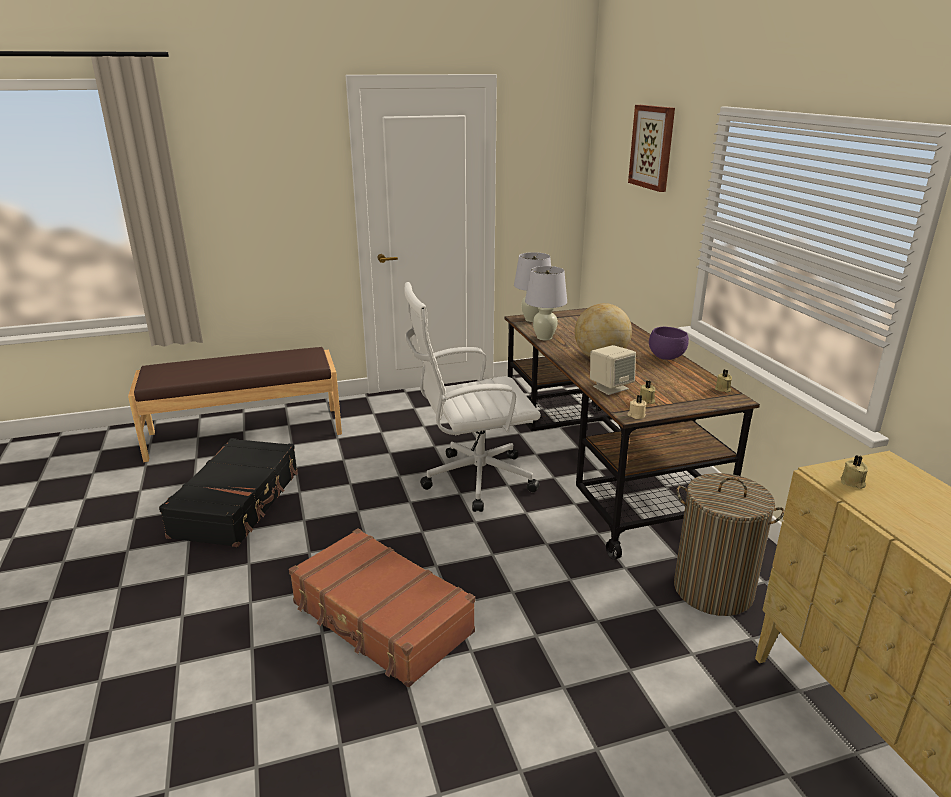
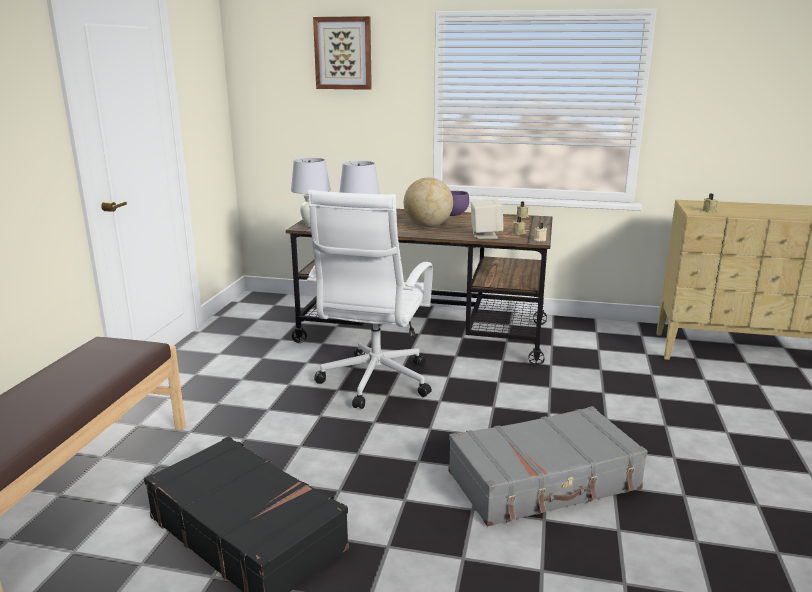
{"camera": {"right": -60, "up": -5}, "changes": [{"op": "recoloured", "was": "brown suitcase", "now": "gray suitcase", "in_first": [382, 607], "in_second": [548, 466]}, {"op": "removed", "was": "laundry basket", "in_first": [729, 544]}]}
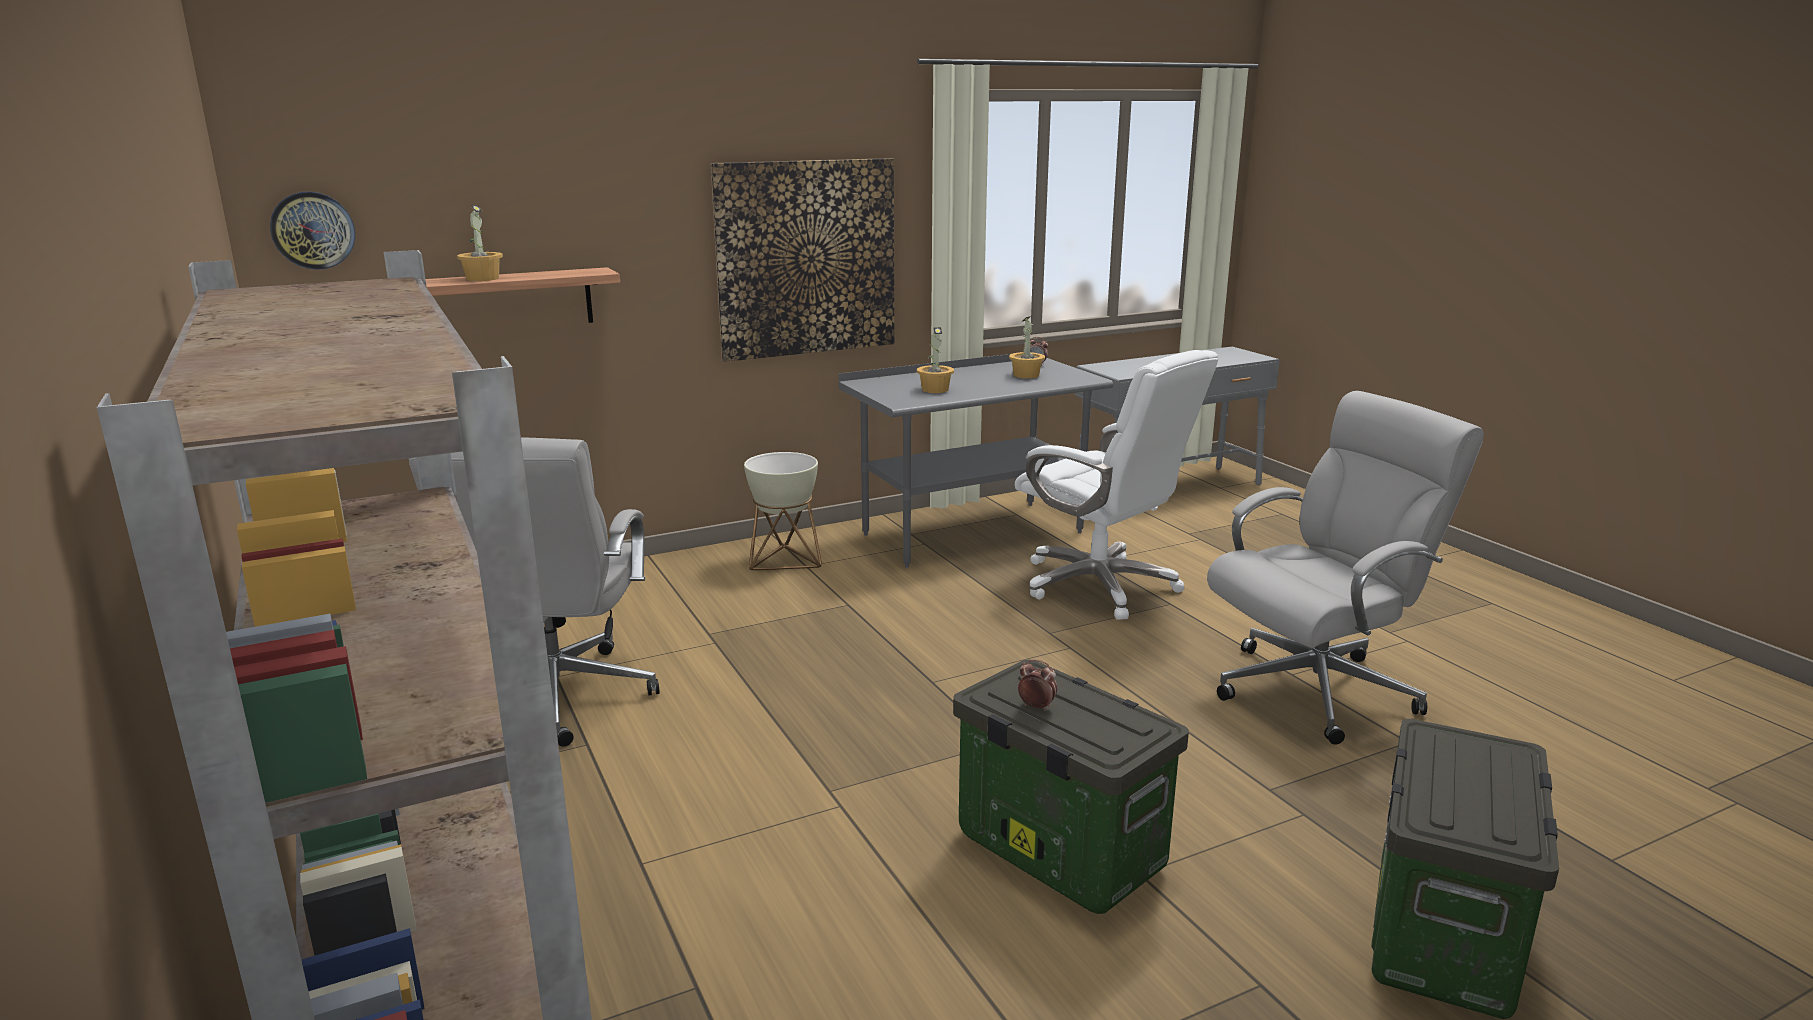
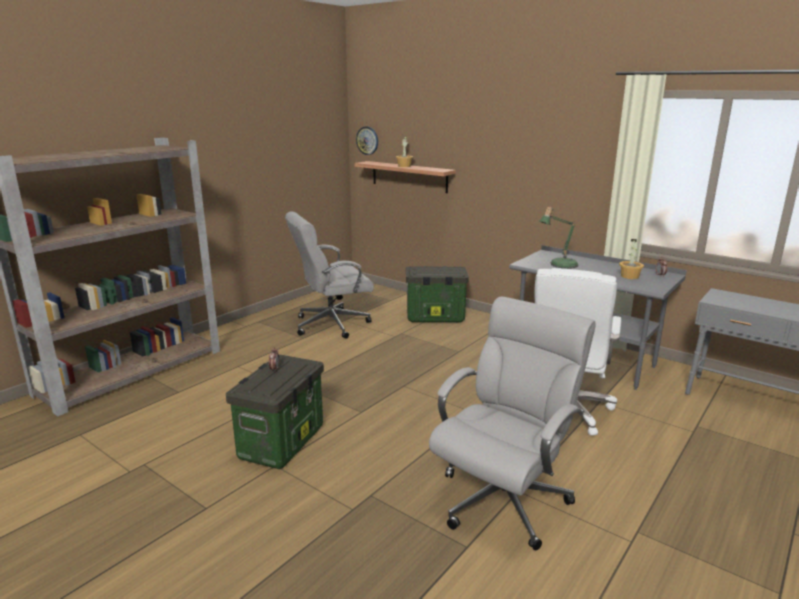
{"camera": {"right": 65, "up": 0}, "changes": [{"op": "removed", "was": "wall picture", "in_first": [802, 260]}, {"op": "removed", "was": "flower pot", "in_first": [783, 511]}, {"op": "replaced", "was": "plant in a pot", "now": "table lamp", "in_first": [935, 360], "in_second": [558, 238]}, {"op": "turned", "was": "gray computer chair", "in_first": [1345, 568], "in_second": [512, 423], "clockwise": -90}, {"op": "moved", "was": "storage box", "in_first": [1465, 869], "in_second": [437, 294]}]}
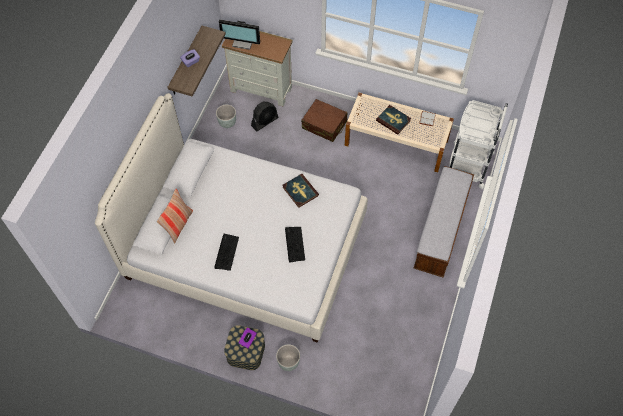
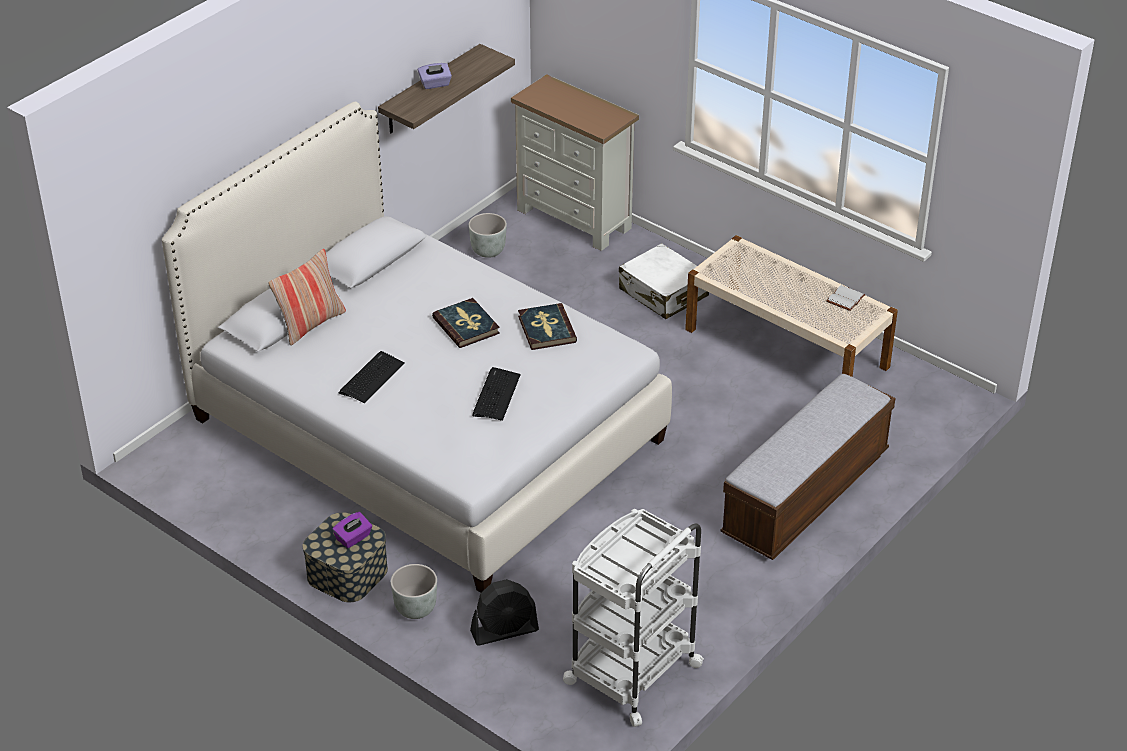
{"camera": {"right": 20, "up": -20}, "changes": [{"op": "removed", "was": "computer screen", "in_first": [239, 34]}, {"op": "moved", "was": "black electric fan", "in_first": [264, 116], "in_second": [504, 612]}, {"op": "recoloured", "was": "brown suitcase", "now": "whitish suitcase", "in_first": [324, 120], "in_second": [664, 281]}, {"op": "moved", "was": "volume", "in_first": [393, 120], "in_second": [466, 323]}, {"op": "moved", "was": "whitish trolley", "in_first": [478, 144], "in_second": [633, 618]}]}
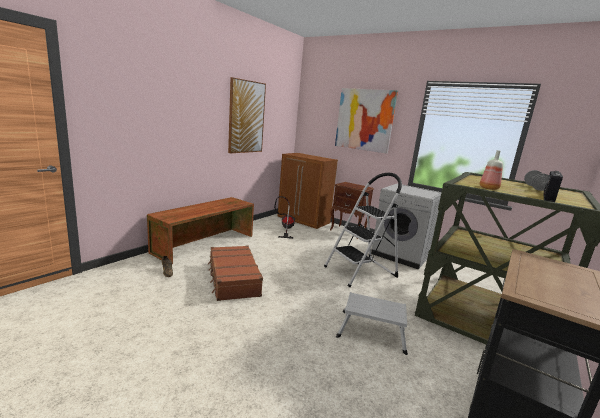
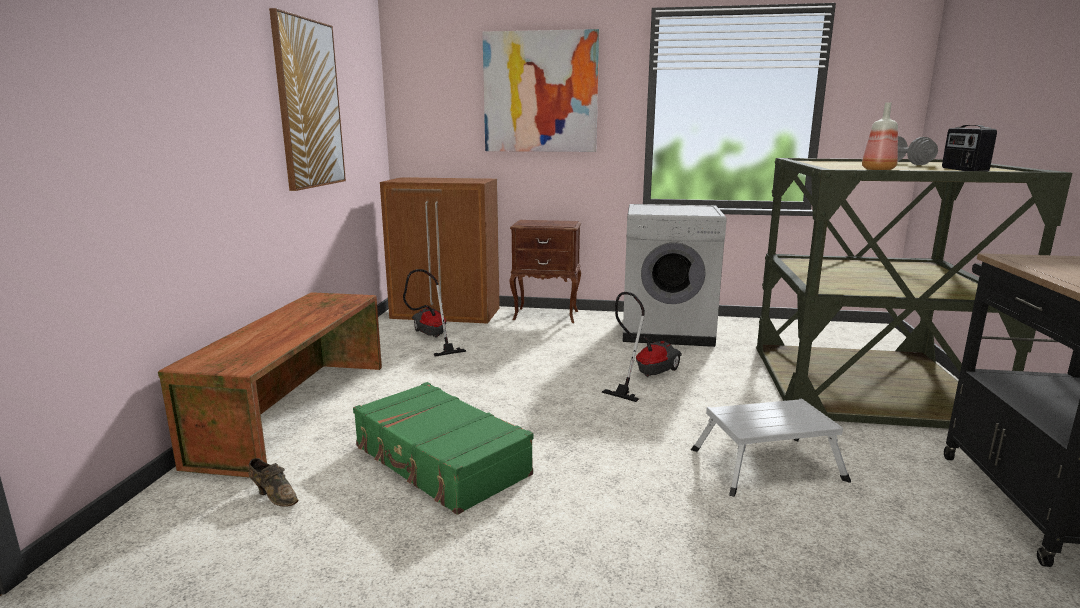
{"camera": {"right": -25, "up": 0}, "changes": [{"op": "recoloured", "was": "brown suitcase", "now": "greenish suitcase", "in_first": [235, 273], "in_second": [443, 448]}, {"op": "replaced", "was": "step ladder", "now": "vacuum cleaner", "in_first": [363, 230], "in_second": [641, 347]}]}
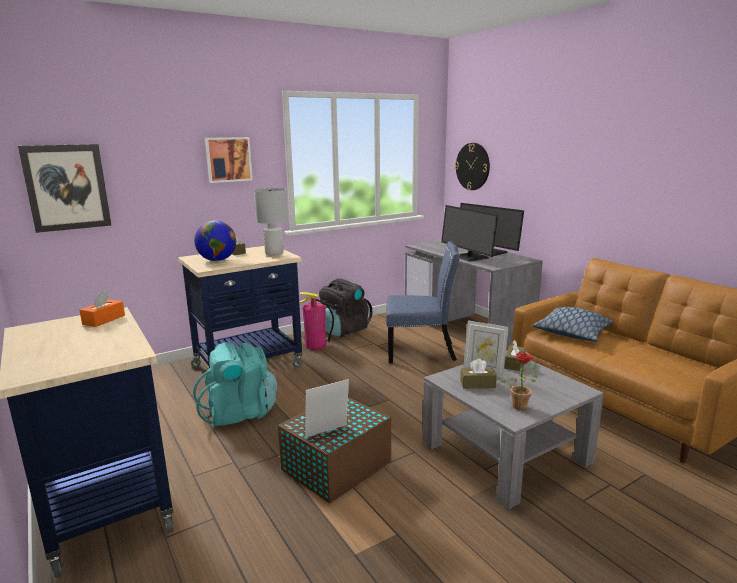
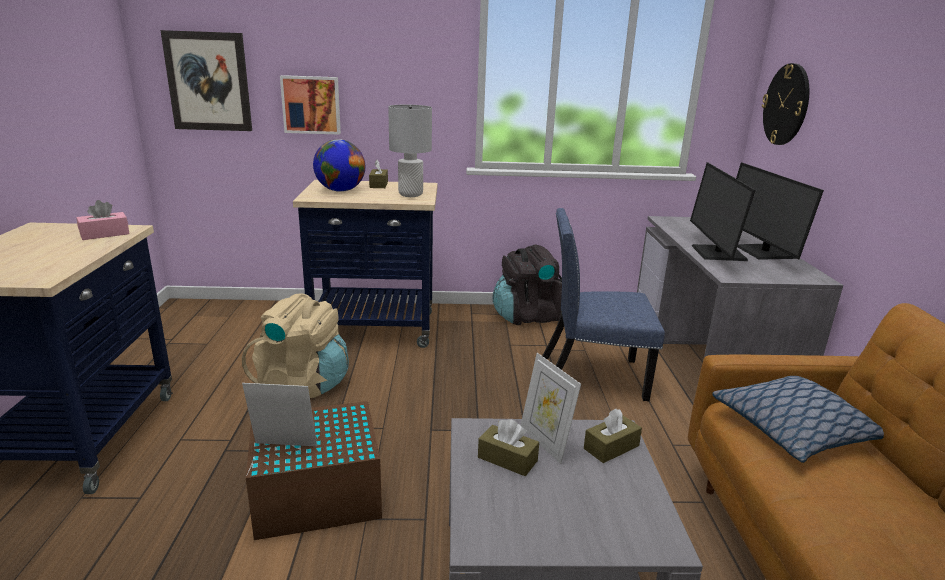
{"camera": {"right": 30, "up": 5}, "changes": [{"op": "recoloured", "was": "orange box of tissues", "now": "pinkish box of tissues", "in_first": [102, 309], "in_second": [103, 220]}, {"op": "recoloured", "was": "blue-green backpack", "now": "sand-coloured backpack", "in_first": [235, 385], "in_second": [295, 345]}, {"op": "moved", "was": "wall picture", "in_first": [229, 160], "in_second": [310, 105]}, {"op": "removed", "was": "fire extinguisher", "in_first": [316, 321]}, {"op": "turned", "was": "blue chair", "in_first": [423, 302], "in_second": [603, 304], "clockwise": 150}, {"op": "removed", "was": "plant in a pot", "in_first": [518, 381]}]}
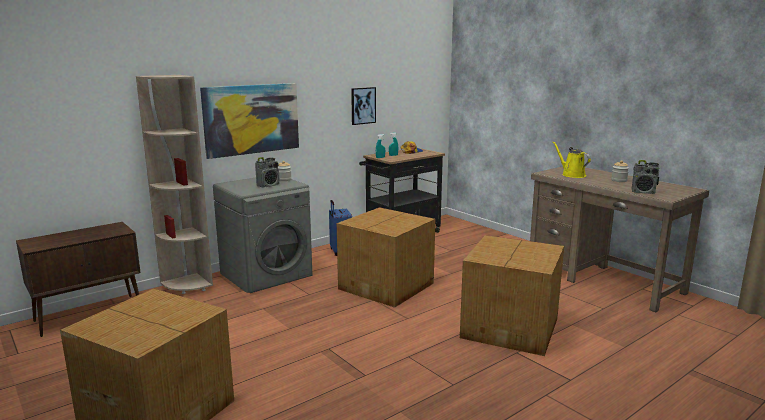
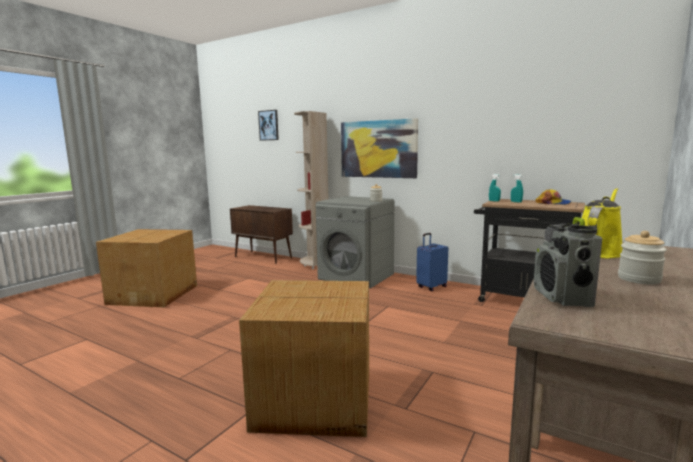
{"camera": {"right": 70, "up": -5}, "changes": [{"op": "removed", "was": "radio", "in_first": [267, 172]}, {"op": "removed", "was": "packing box", "in_first": [386, 257]}, {"op": "moved", "was": "wall picture", "in_first": [363, 106], "in_second": [268, 125]}]}
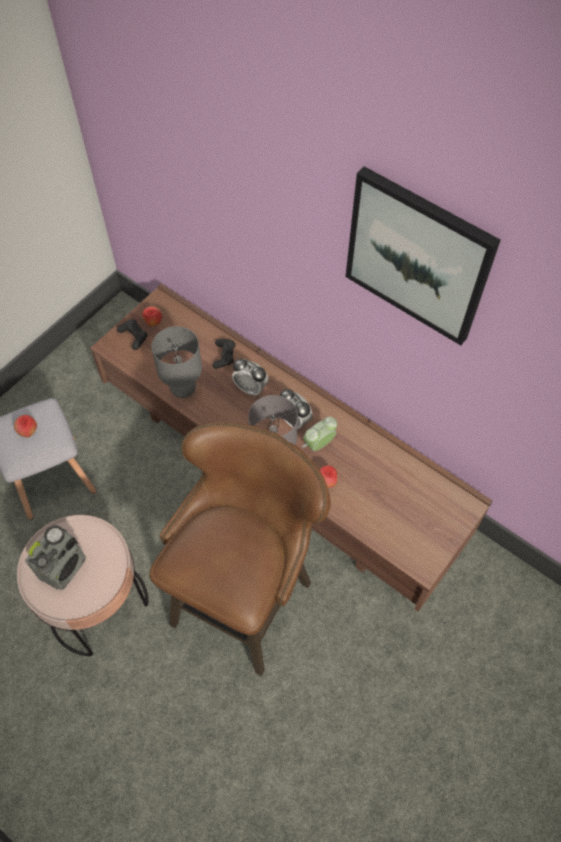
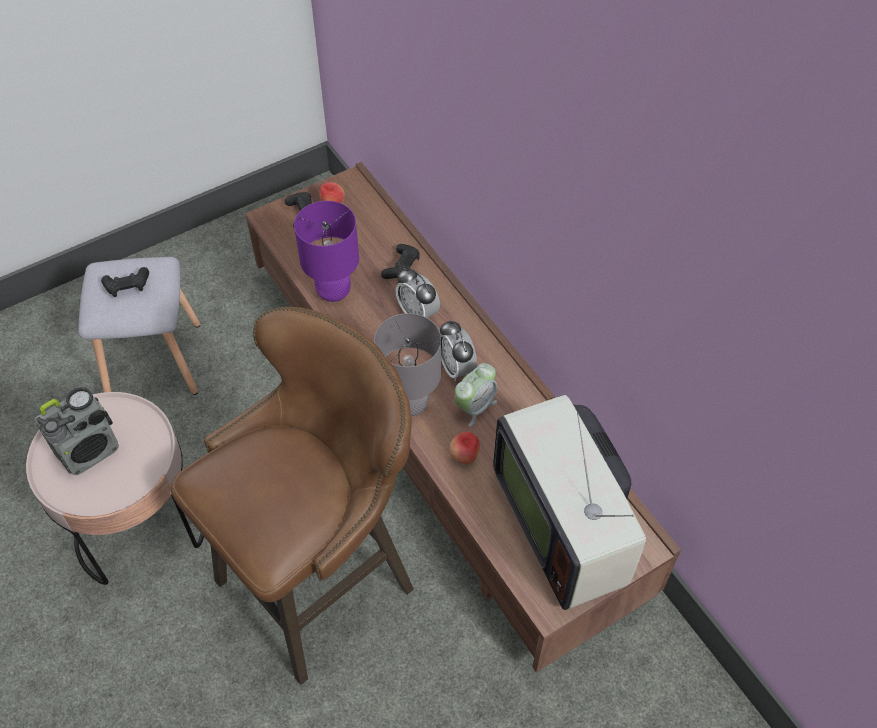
{"camera": {"right": 20, "up": -5}, "changes": [{"op": "replaced", "was": "whole apple", "now": "black joypad", "in_first": [25, 426], "in_second": [125, 282]}, {"op": "recoloured", "was": "gray table lamp", "now": "purple table lamp", "in_first": [177, 362], "in_second": [326, 251]}, {"op": "turned", "was": "bedside clock", "in_first": [319, 434], "in_second": [475, 394], "clockwise": 150}, {"op": "removed", "was": "wall picture", "in_first": [423, 255]}, {"op": "added", "now": "TV set", "in_second": [569, 502]}]}
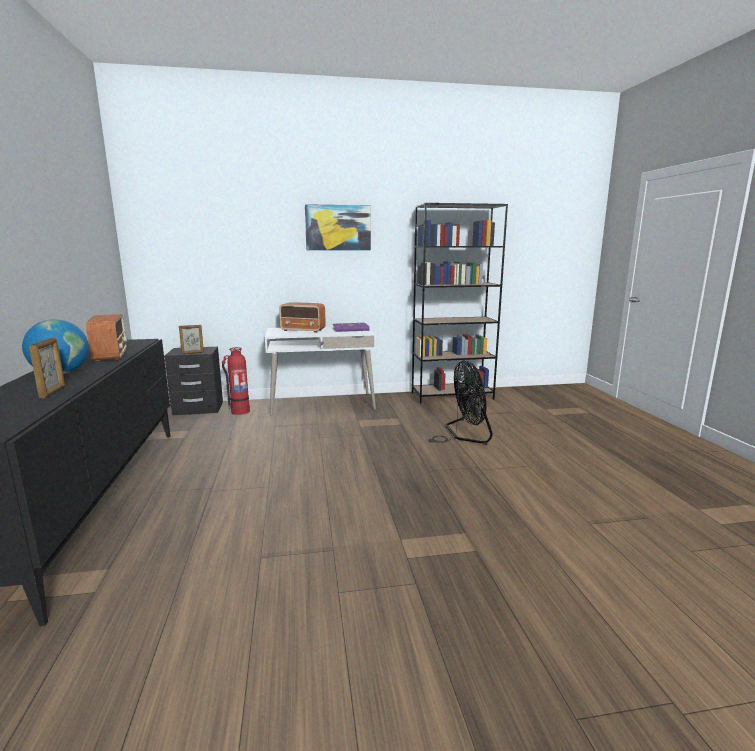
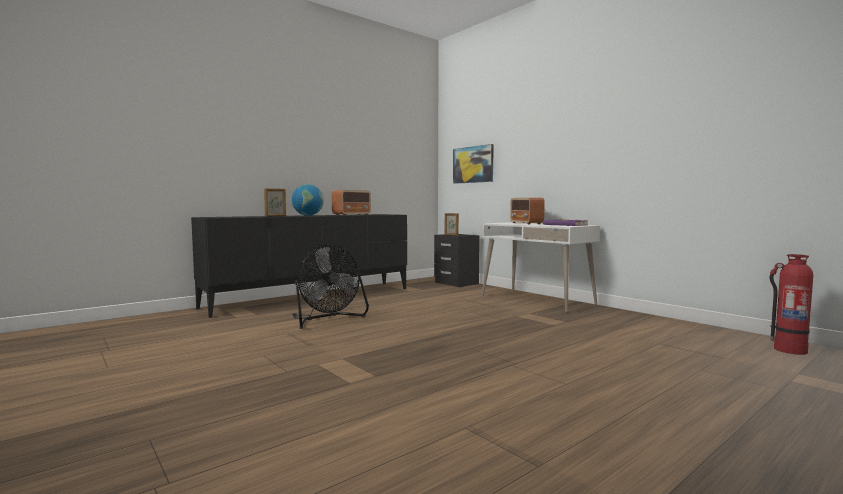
{"camera": {"right": 60, "up": -10}, "changes": [{"op": "moved", "was": "fire extinguisher", "in_first": [236, 381], "in_second": [791, 304]}, {"op": "moved", "was": "wall picture", "in_first": [338, 227], "in_second": [473, 164]}, {"op": "removed", "was": "sand-coloured bookshelf", "in_first": [460, 303]}, {"op": "moved", "was": "black electric fan", "in_first": [460, 402], "in_second": [330, 286]}]}
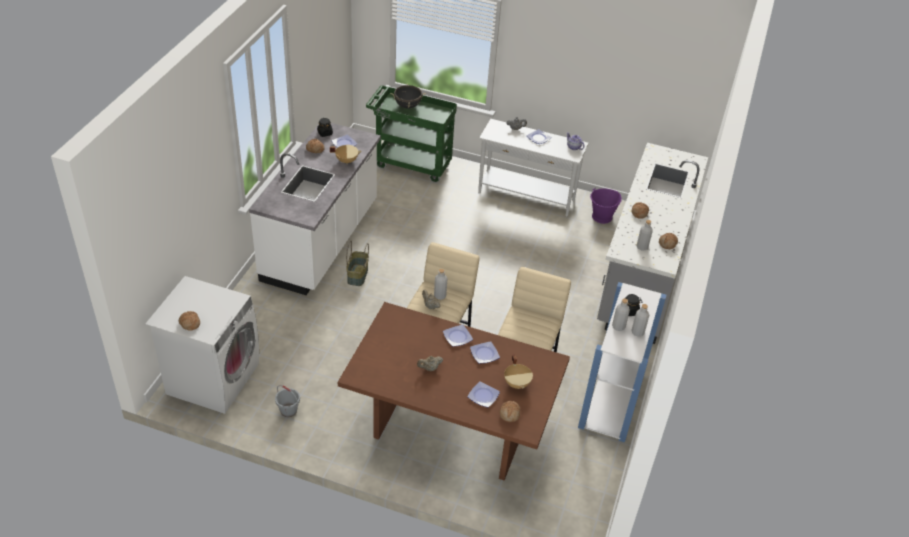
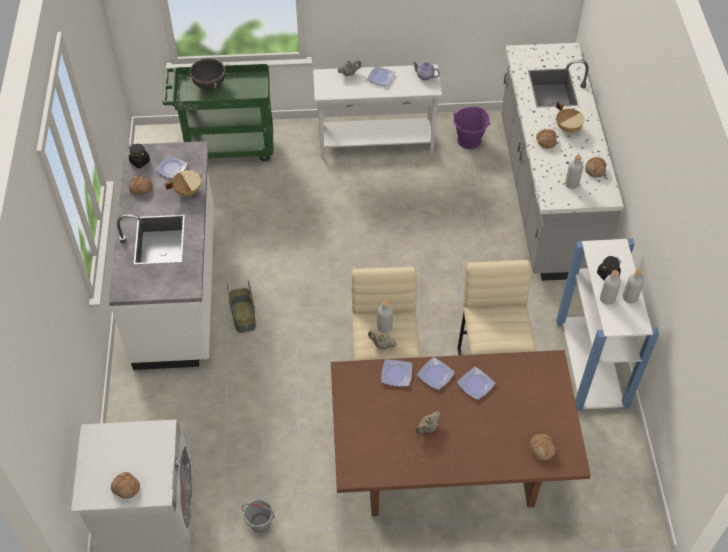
{"camera": {"right": -20, "up": 10}, "changes": [{"op": "moved", "was": "plate", "in_first": [483, 394], "in_second": [396, 373]}, {"op": "moved", "was": "sand-coloured stockpot", "in_first": [518, 371], "in_second": [570, 116]}]}
